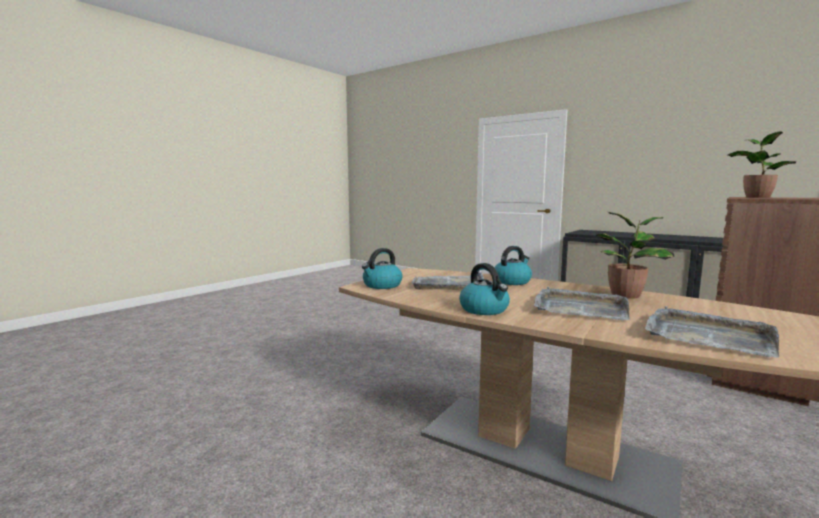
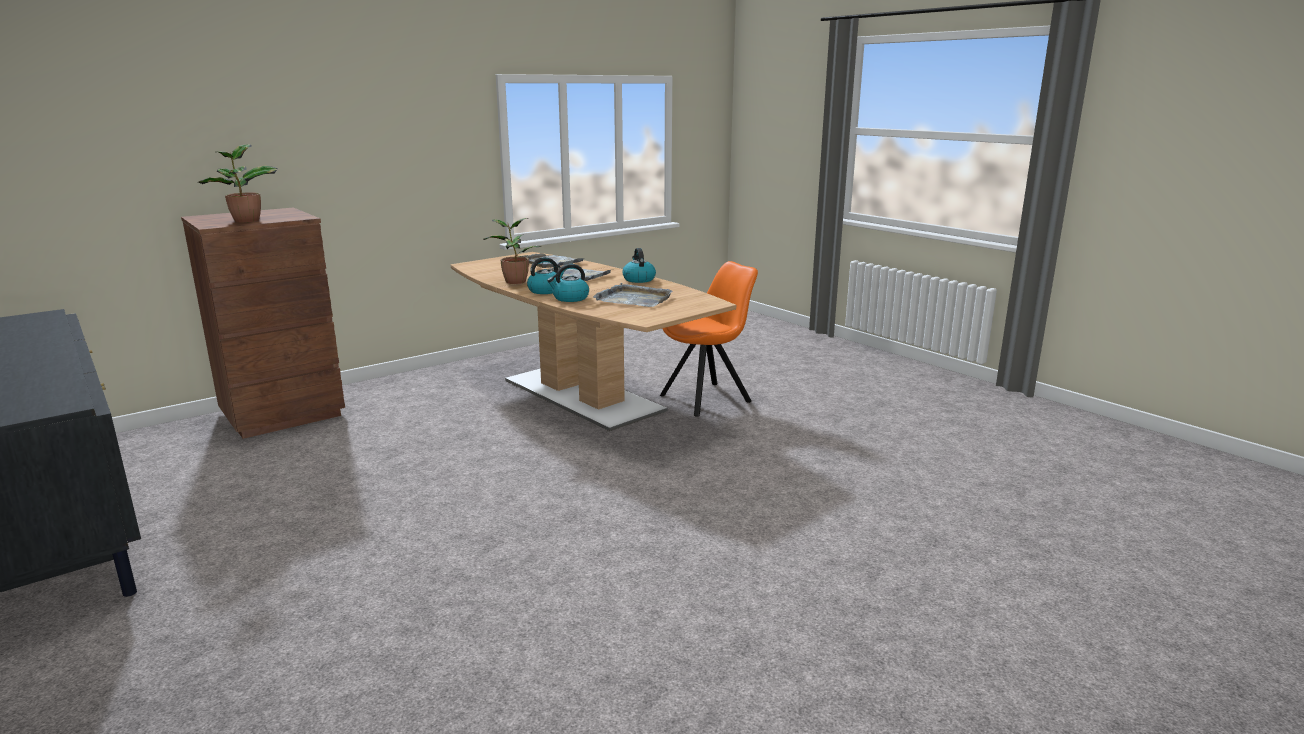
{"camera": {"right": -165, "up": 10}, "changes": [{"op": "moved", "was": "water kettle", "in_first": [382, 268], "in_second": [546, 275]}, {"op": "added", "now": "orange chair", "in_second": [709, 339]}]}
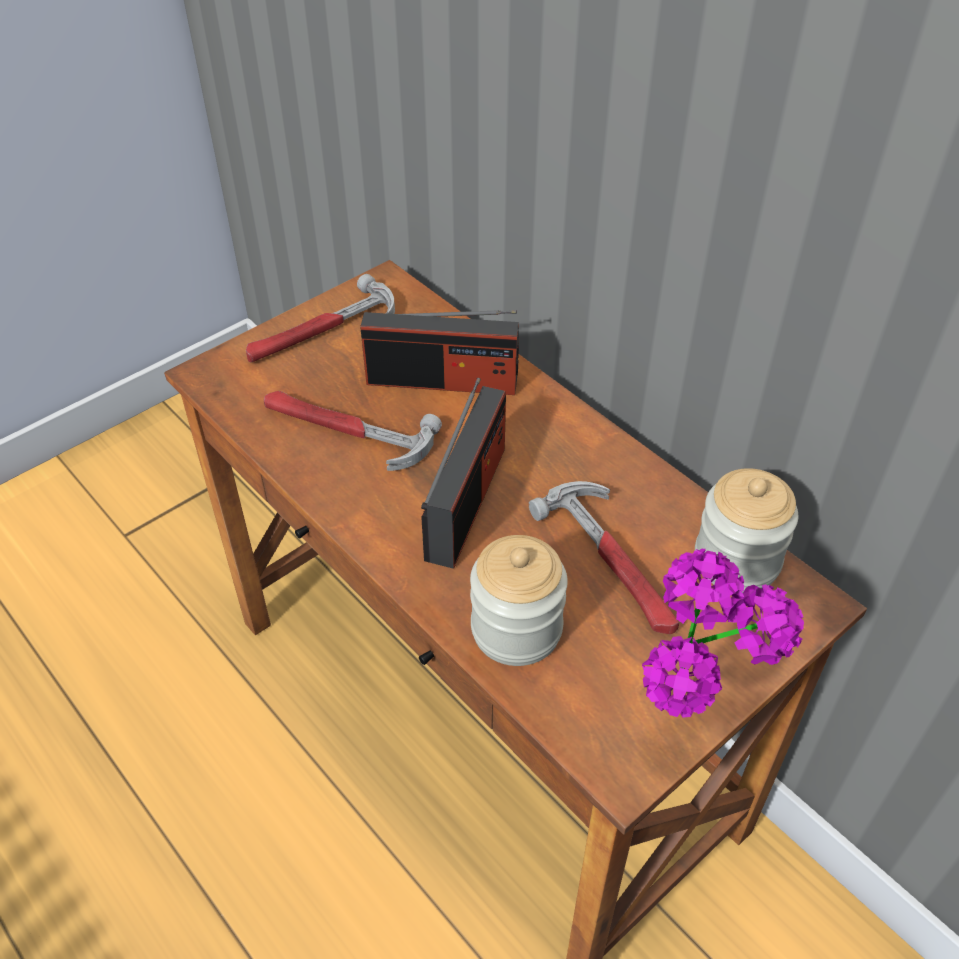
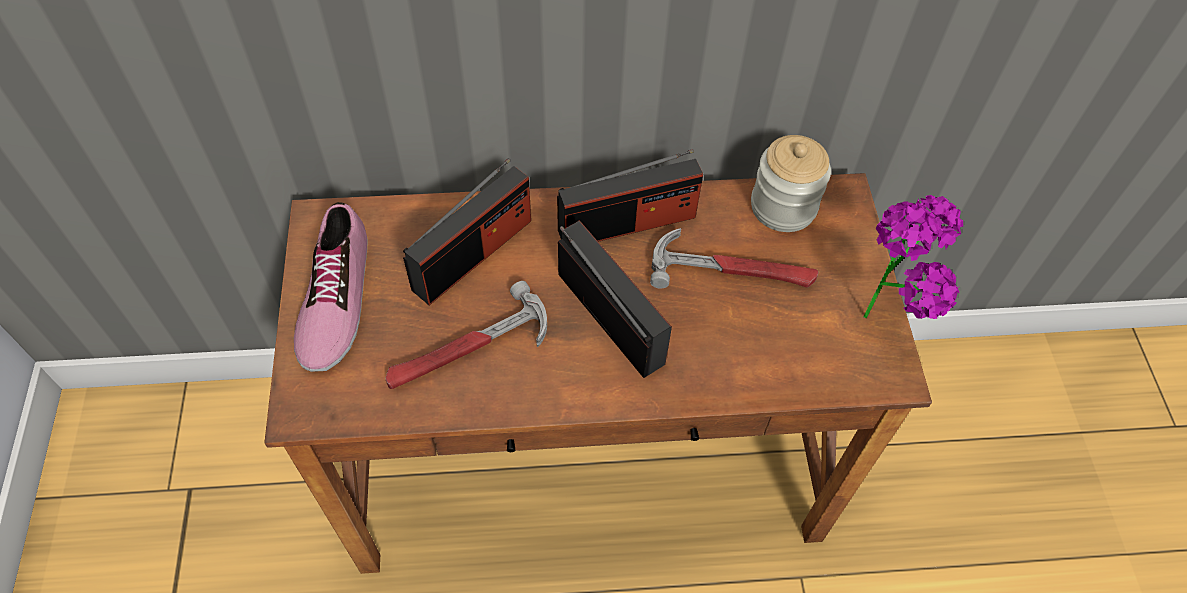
{"camera": {"right": -55, "up": 10}, "changes": [{"op": "replaced", "was": "tool hammer", "now": "low shoe", "in_first": [320, 318], "in_second": [331, 287]}, {"op": "removed", "was": "preserve jar", "in_first": [519, 600]}, {"op": "added", "now": "radio", "in_second": [630, 195]}]}
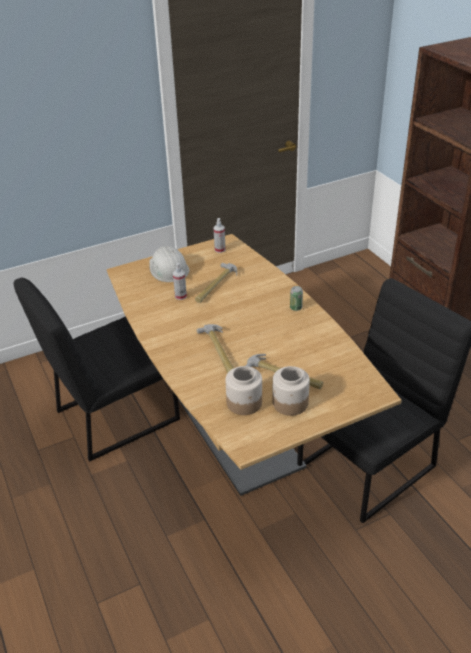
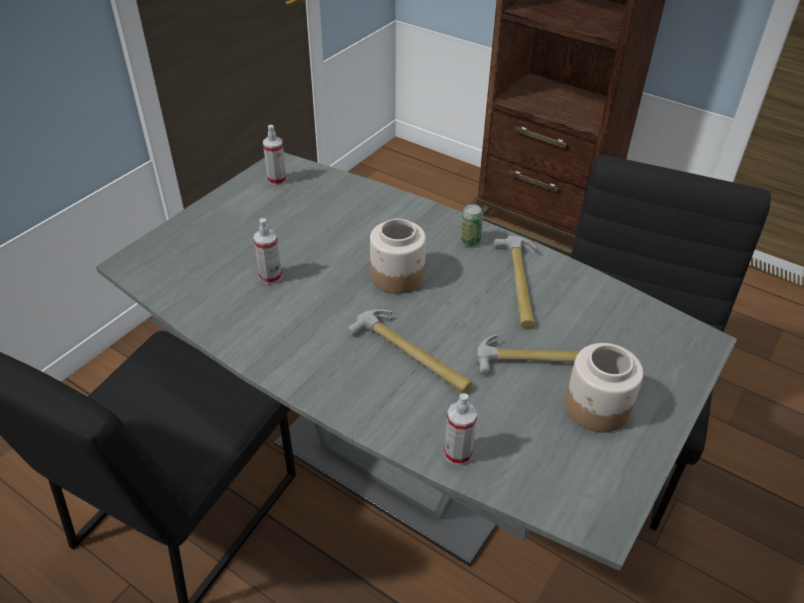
{"camera": {"right": -30, "up": 5}, "changes": [{"op": "recoloured", "was": "brown dining table", "now": "gray dining table", "in_first": [254, 365], "in_second": [416, 361]}, {"op": "removed", "was": "whitish work helmet", "in_first": [169, 264]}, {"op": "moved", "was": "tool hammer", "in_first": [216, 283], "in_second": [515, 282]}, {"op": "moved", "was": "preserve jar", "in_first": [243, 390], "in_second": [398, 256]}, {"op": "added", "now": "sprayer", "in_second": [460, 429]}]}
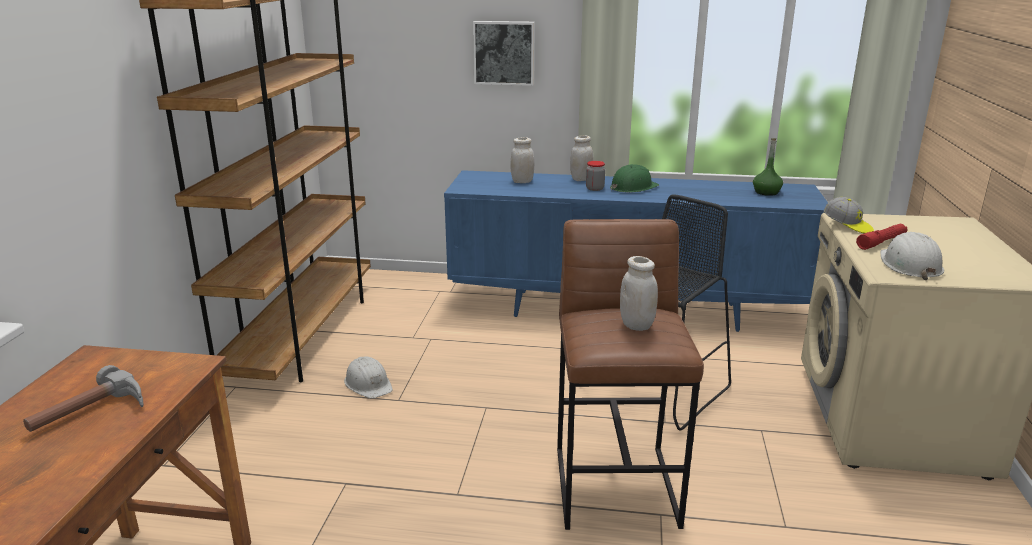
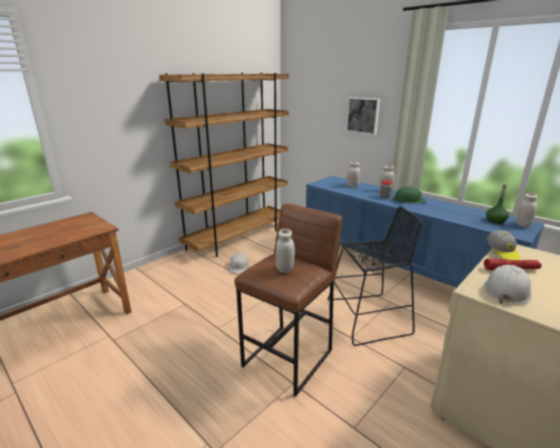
{"camera": {"right": 35, "up": 0}, "changes": [{"op": "removed", "was": "tool hammer", "in_first": [83, 398]}, {"op": "added", "now": "whitish preserve jar", "in_second": [527, 210]}]}
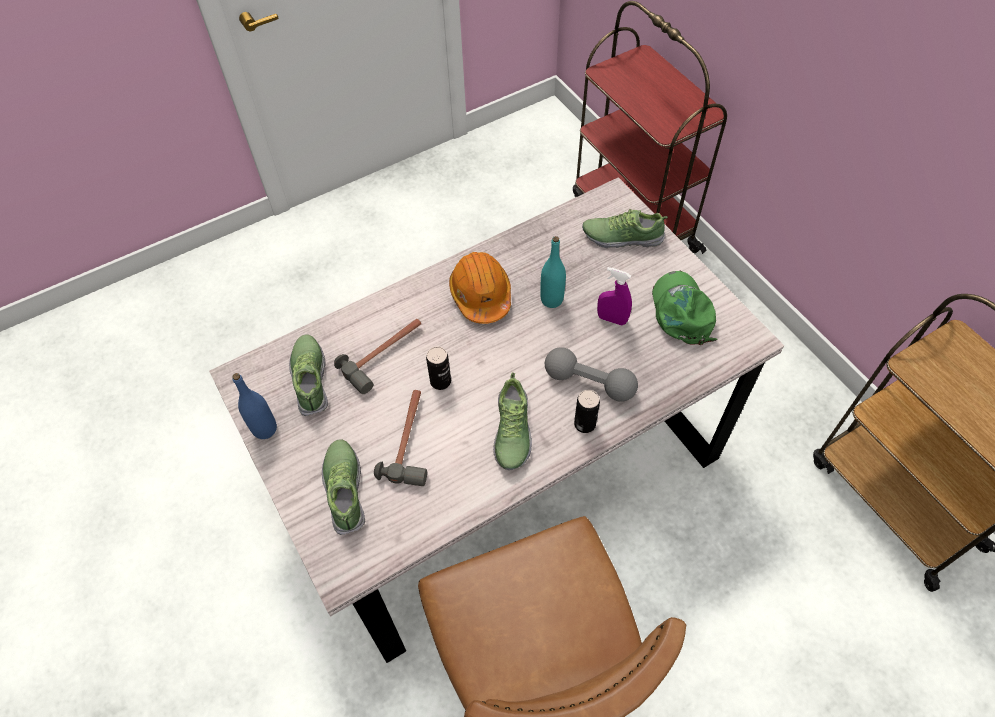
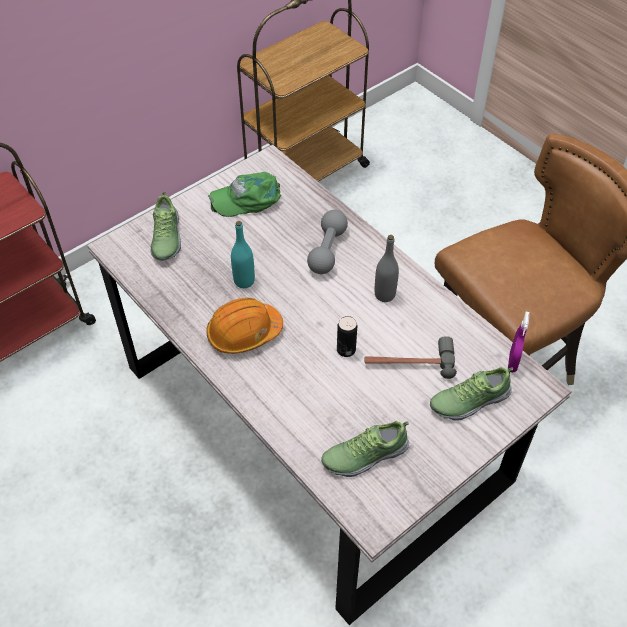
{"camera": {"right": -100, "up": -5}, "changes": [{"op": "removed", "was": "blue drink bottle", "in_first": [254, 406]}, {"op": "removed", "was": "tool hammer", "in_first": [378, 356]}, {"op": "replaced", "was": "low shoe", "now": "gray drink bottle", "in_first": [512, 421], "in_second": [387, 268]}, {"op": "removed", "was": "can", "in_first": [587, 411]}, {"op": "moved", "was": "purple sprayer", "in_first": [614, 296], "in_second": [519, 342]}]}
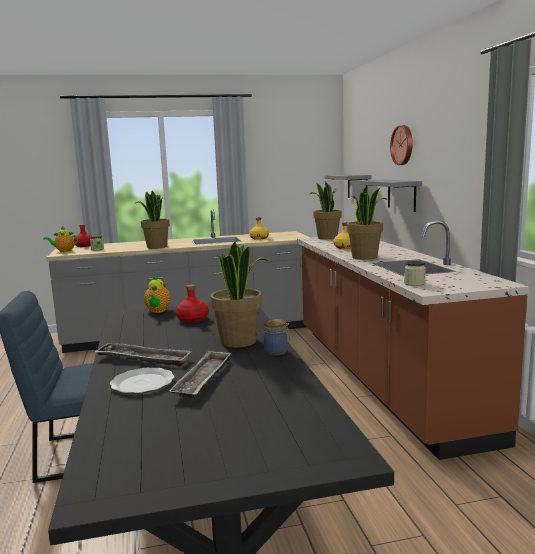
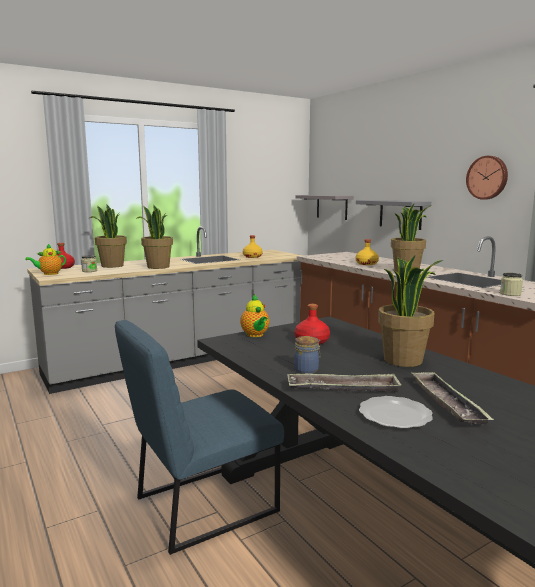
{"camera": {"right": -20, "up": 0}, "changes": [{"op": "moved", "was": "preserve jar", "in_first": [277, 337], "in_second": [307, 355]}, {"op": "moved", "was": "plant in a pot", "in_first": [326, 210], "in_second": [107, 236]}, {"op": "moved", "was": "wall clock", "in_first": [401, 145], "in_second": [487, 178]}]}
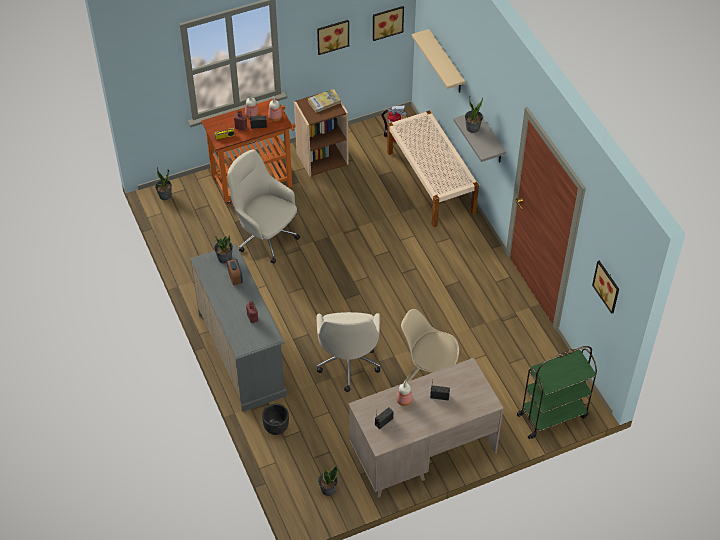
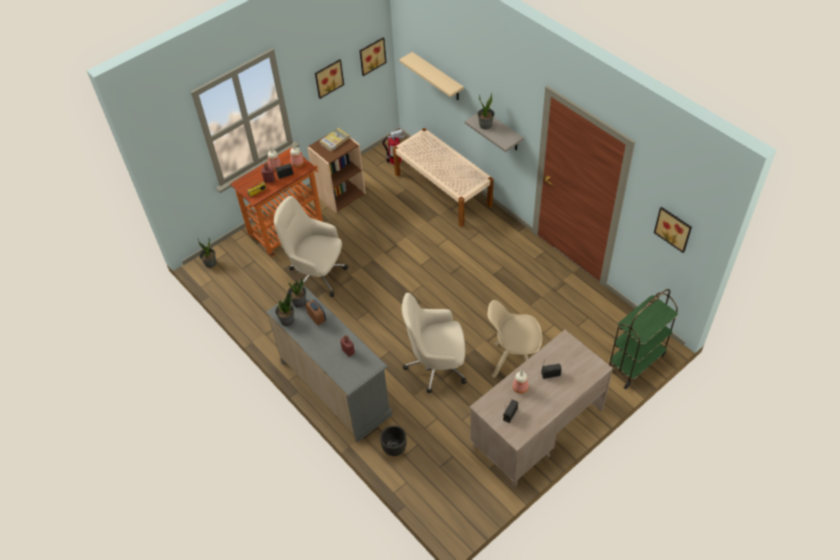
{"camera": {"right": -15, "up": 0}, "changes": [{"op": "turned", "was": "sand-coloured computer chair", "in_first": [349, 352], "in_second": [434, 343], "clockwise": 105}, {"op": "moved", "was": "plant in a pot", "in_first": [328, 481], "in_second": [284, 309]}]}
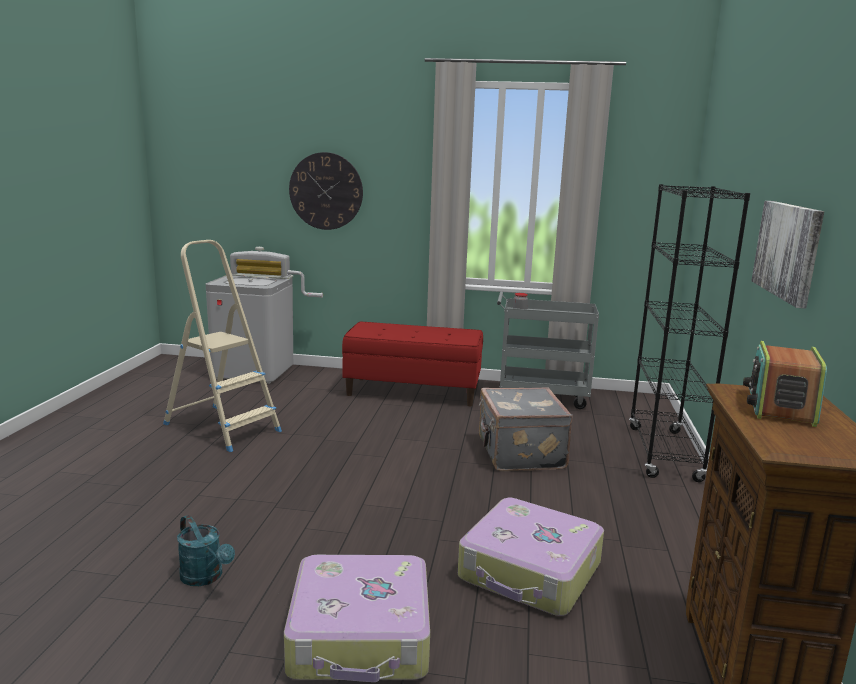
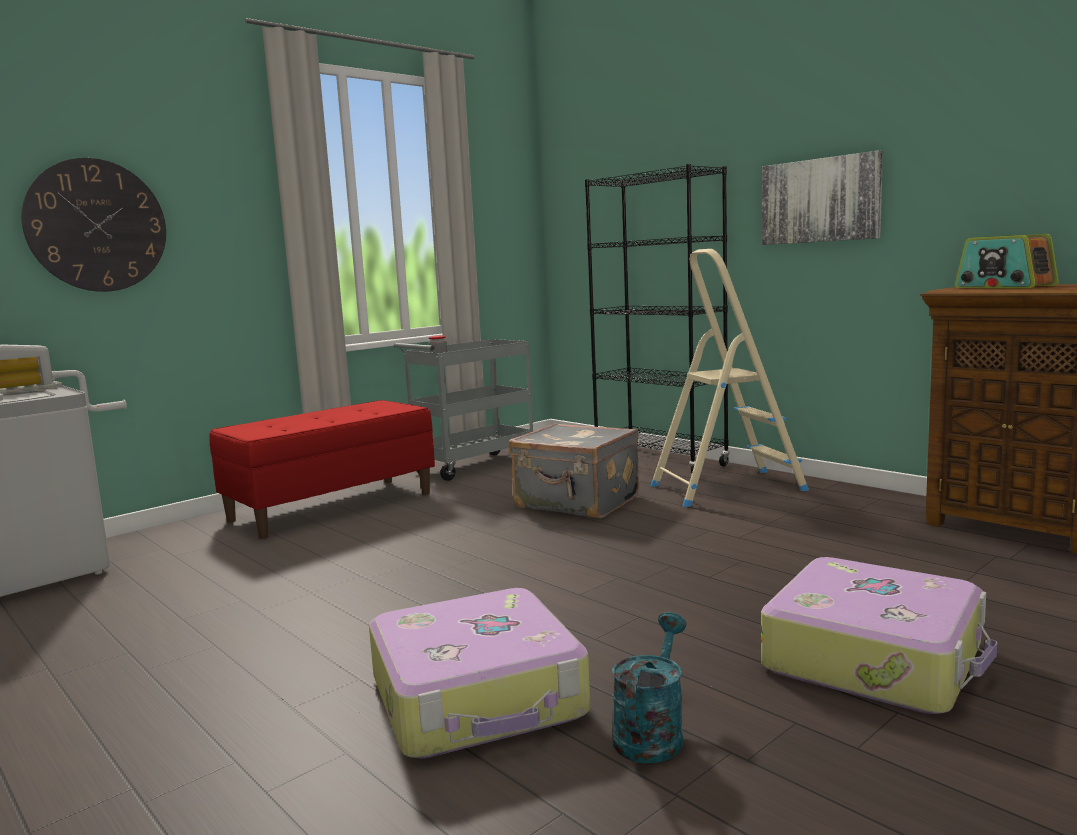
{"camera": {"right": -50, "up": -5}, "changes": [{"op": "moved", "was": "sand-coloured step ladder", "in_first": [222, 346], "in_second": [729, 378]}, {"op": "turned", "was": "blue-green sprinkling can", "in_first": [206, 550], "in_second": [649, 687], "clockwise": -60}, {"op": "moved", "was": "suitcase", "in_first": [531, 557], "in_second": [479, 673]}]}
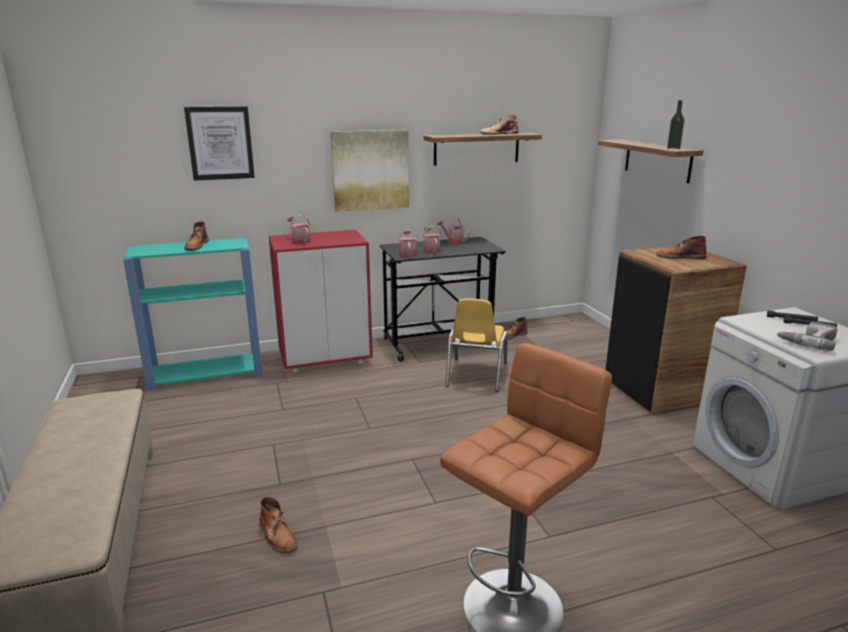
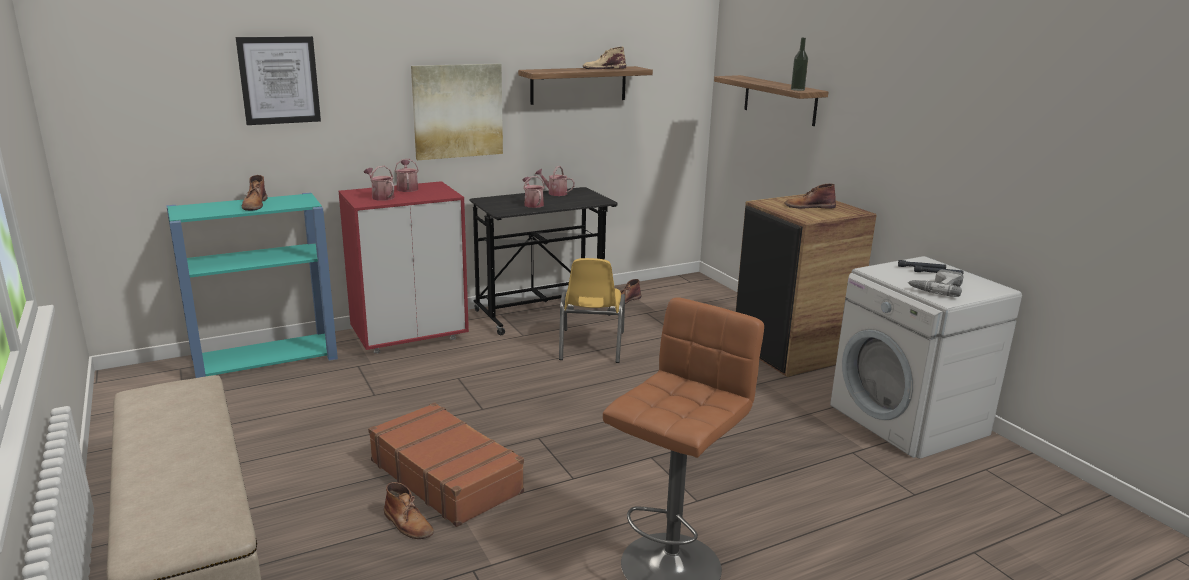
{"camera": {"right": -10, "up": 0}, "changes": [{"op": "moved", "was": "sprinkling can", "in_first": [408, 244], "in_second": [407, 175]}, {"op": "added", "now": "brown suitcase", "in_second": [446, 464]}]}
